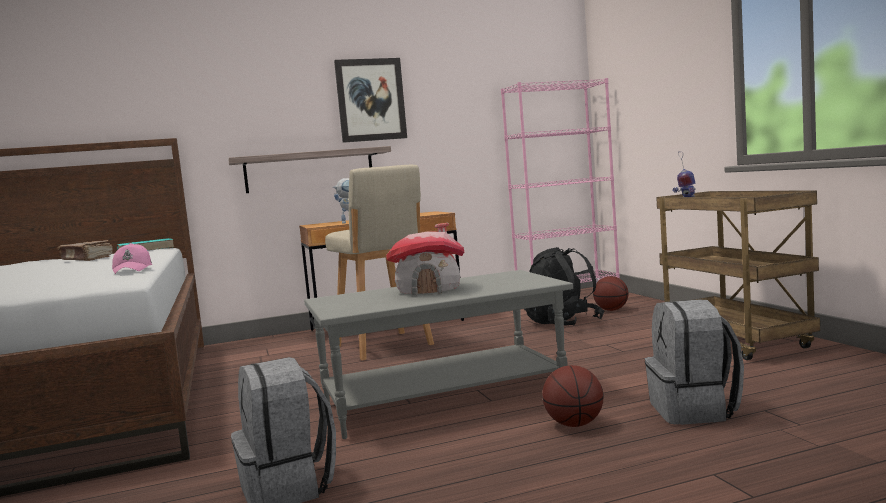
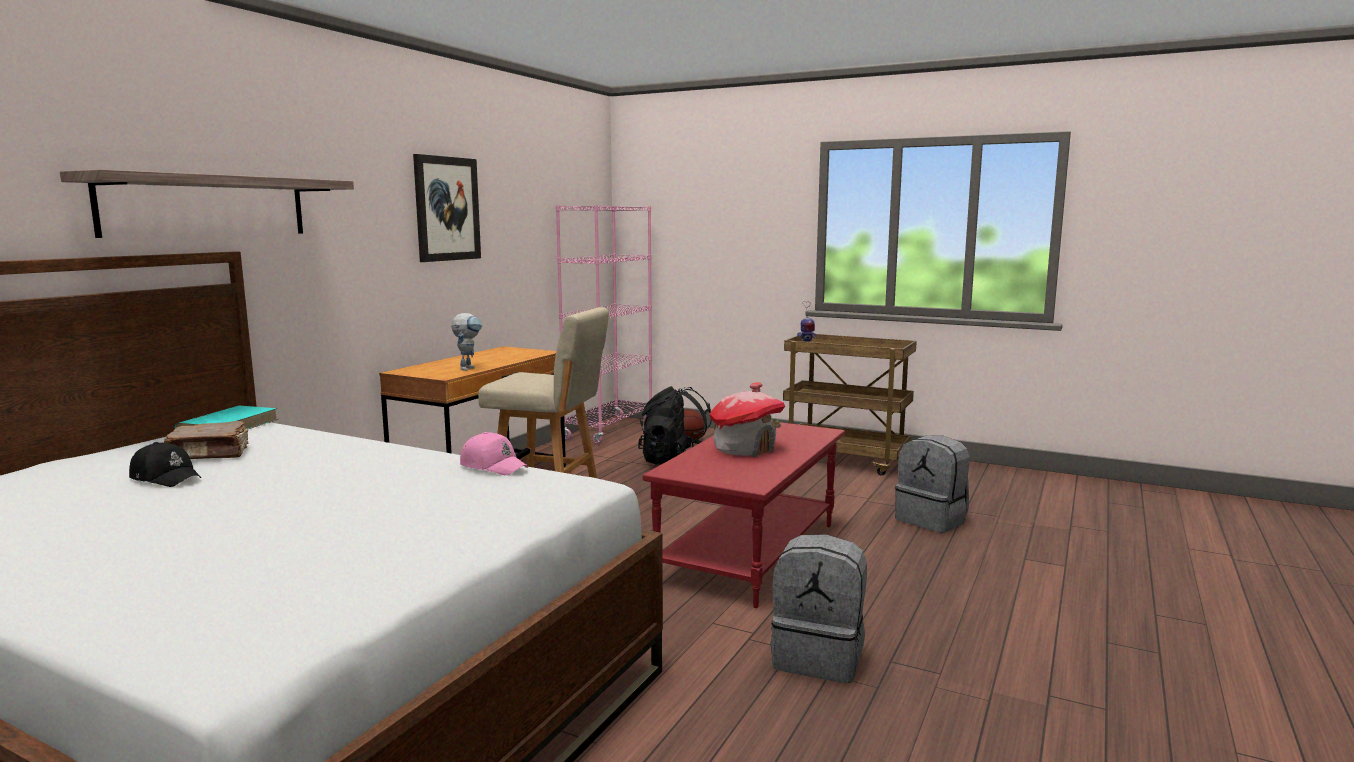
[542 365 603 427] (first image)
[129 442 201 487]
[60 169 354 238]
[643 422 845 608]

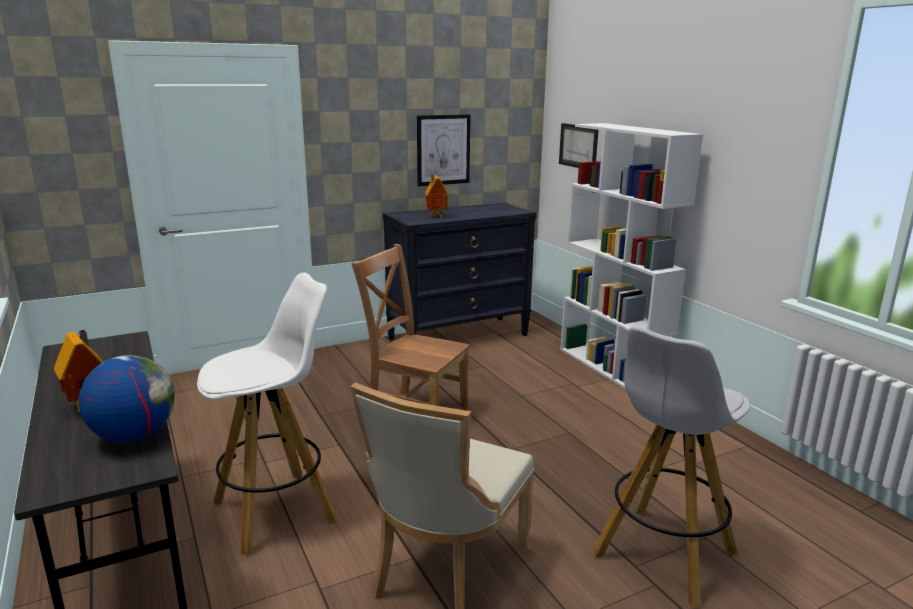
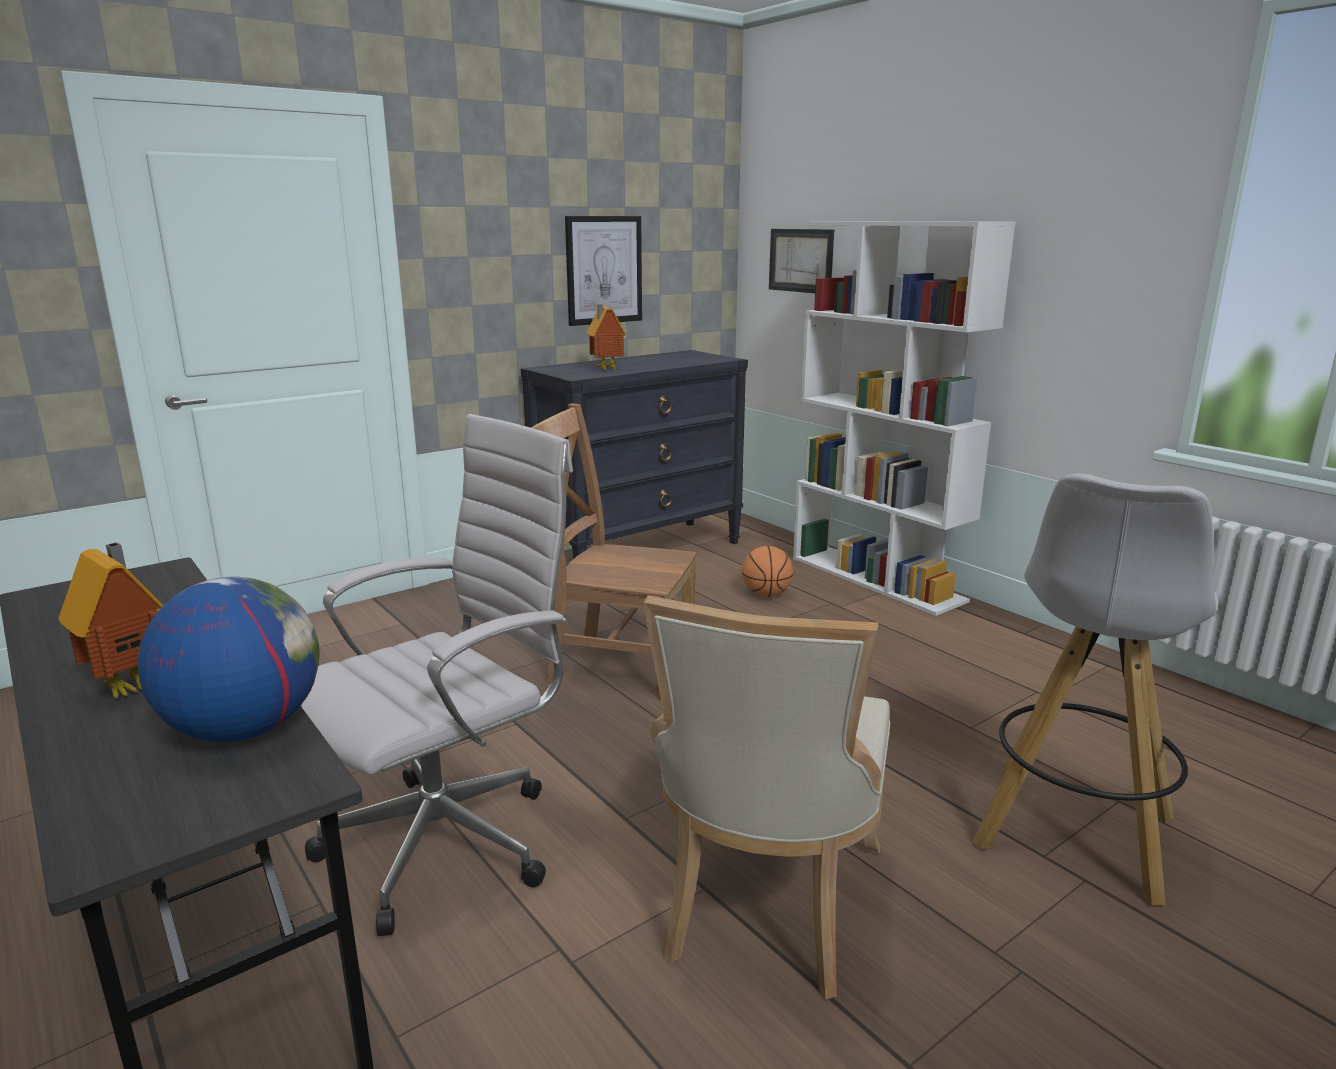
[742 545 794 597]
[301 414 573 936]

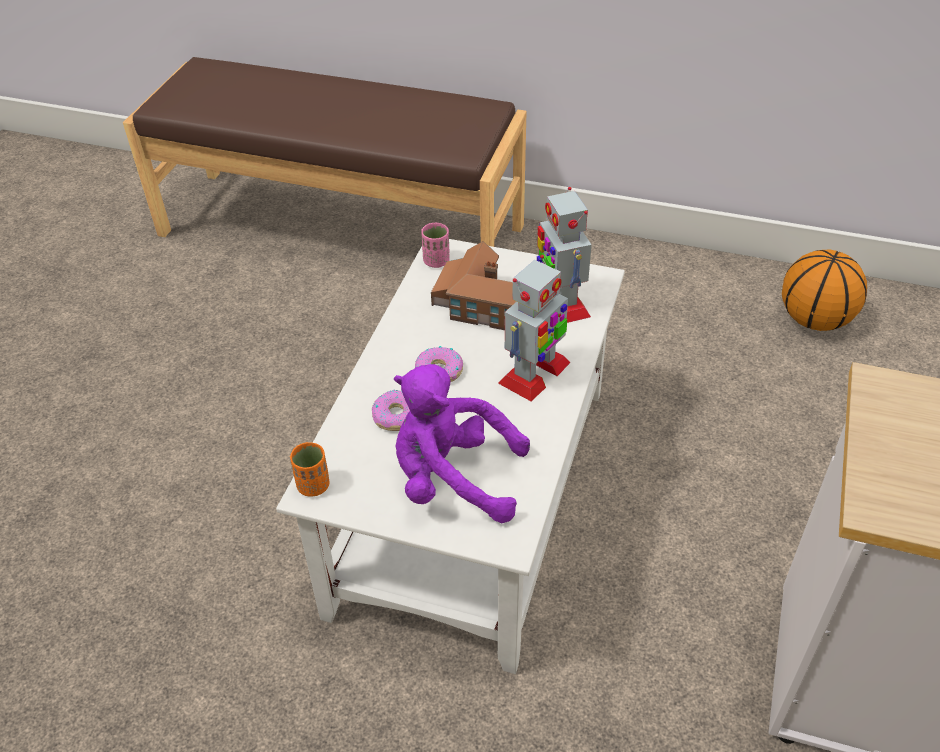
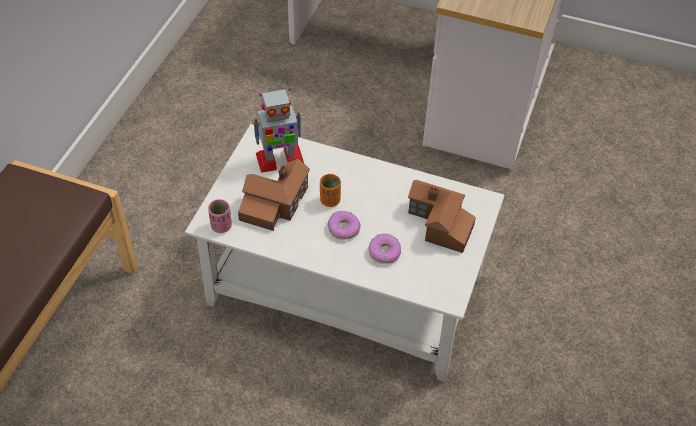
[498 255 570 401] (first image)
[782 250 867 331] (first image)
[320 174 341 207]
[408 180 476 253]

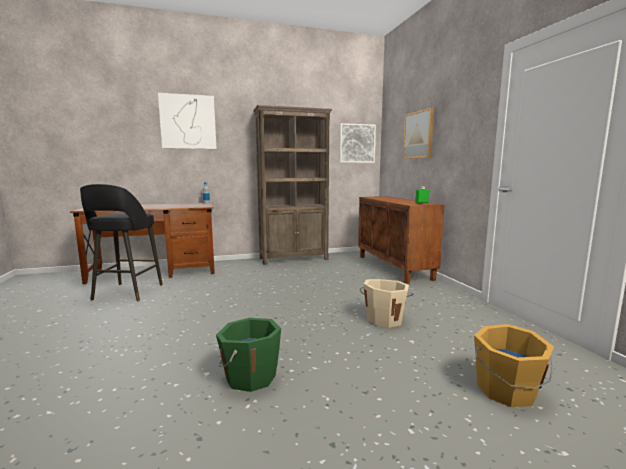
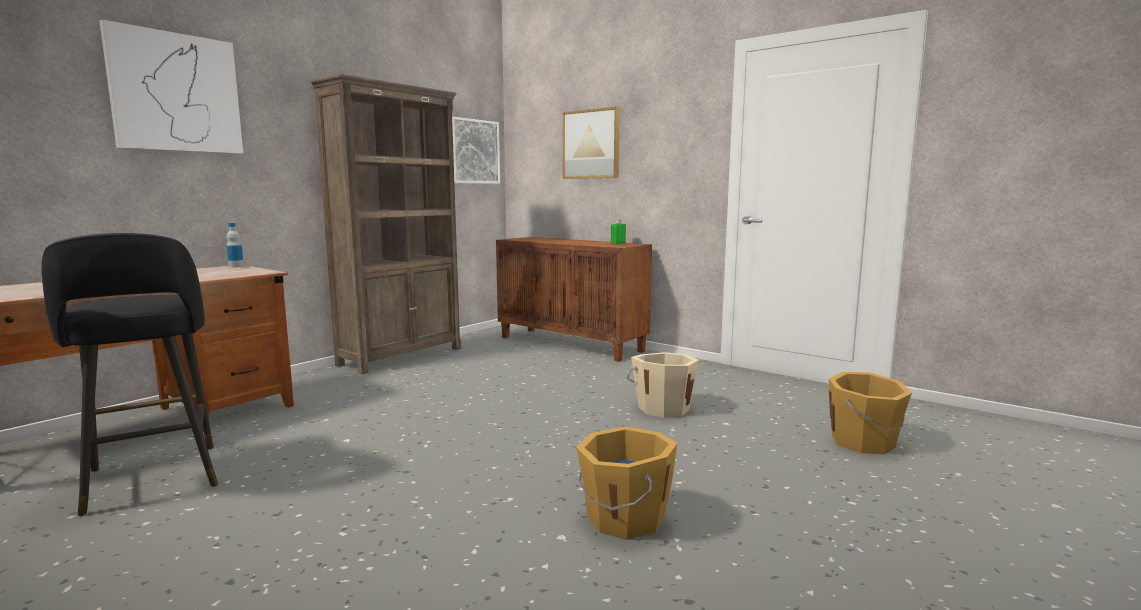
[576 427 678 540]

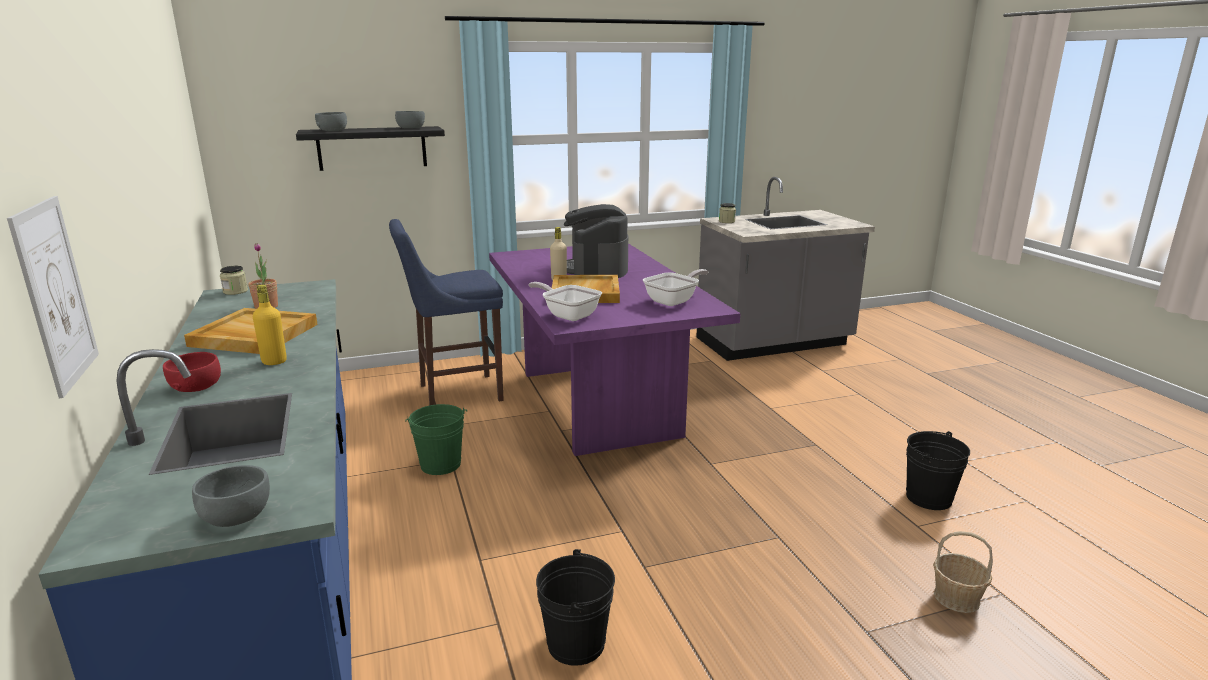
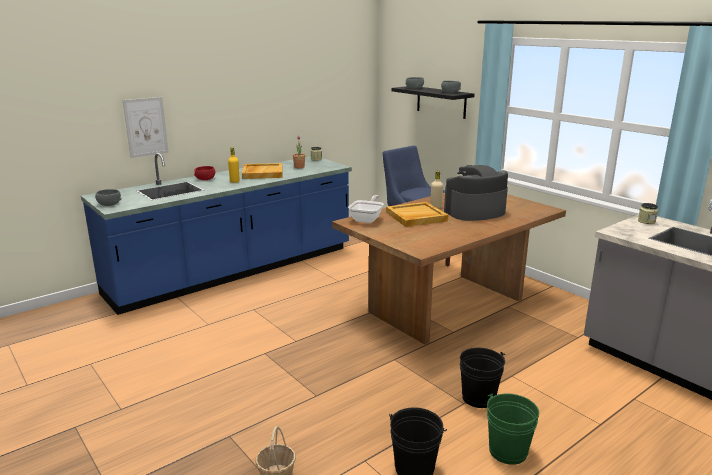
[643 269 709 306] (first image)
[487 393 539 465]
[460 348 505 408]
[332 193 566 345]

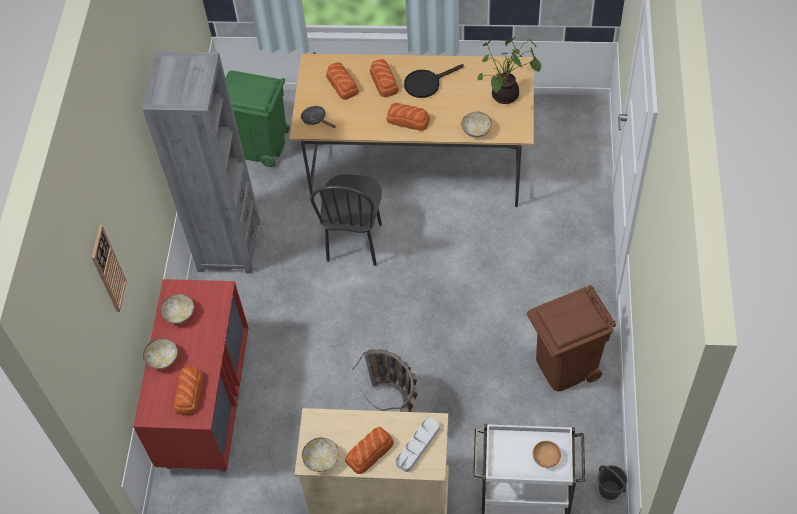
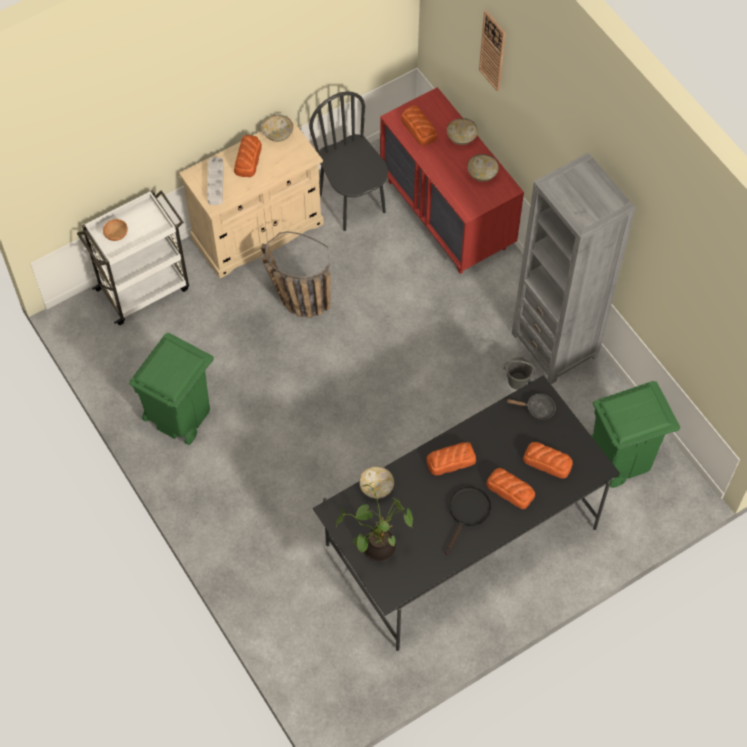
[309 91 388 231]
[504 357 536 390]
[313 375 620 651]
[129 333 214 445]

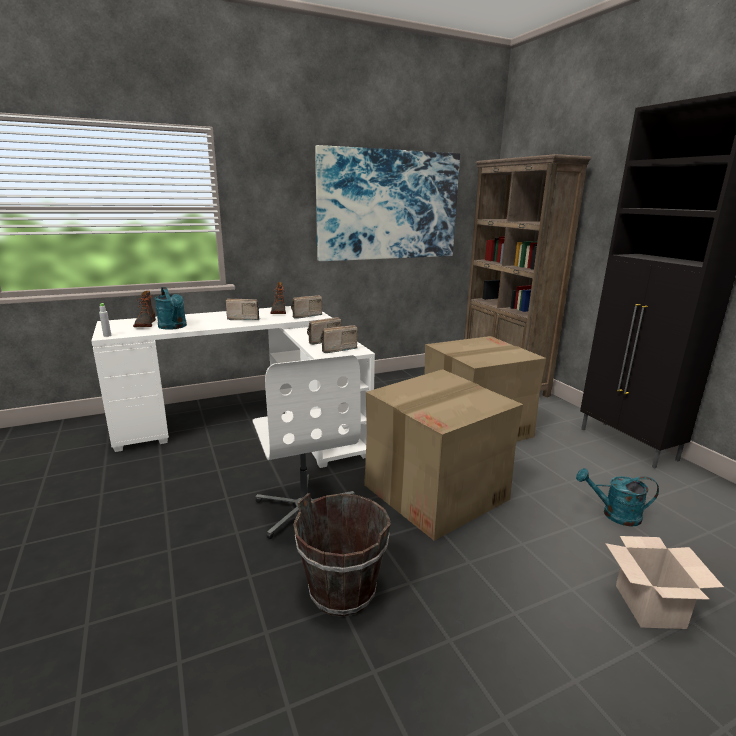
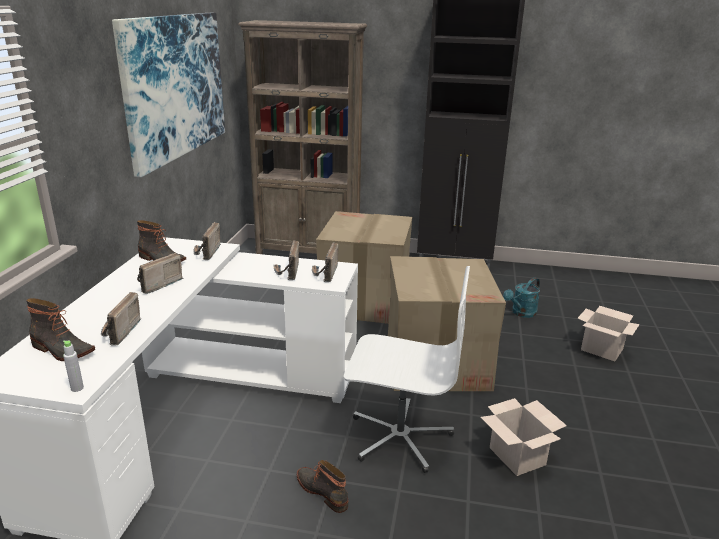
[297 460 348 513]
[101 292 141 346]
[481 398 567 476]

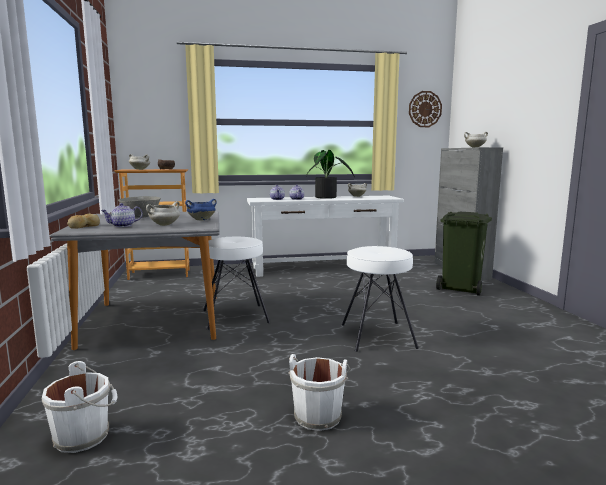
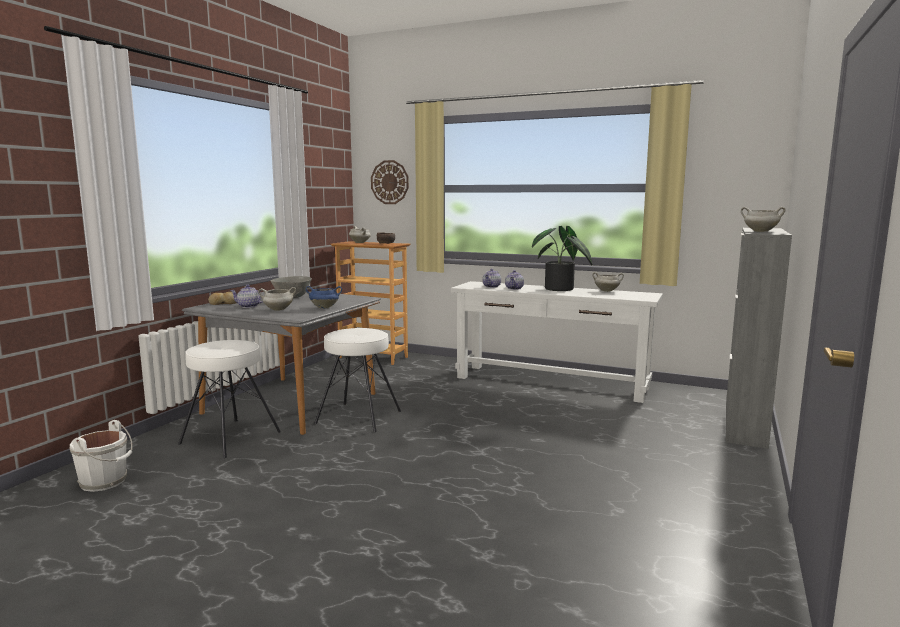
[288 354 350 431] (first image)
[436 212 492 296] (first image)
[178 340 281 458]
[371 160 409 204]

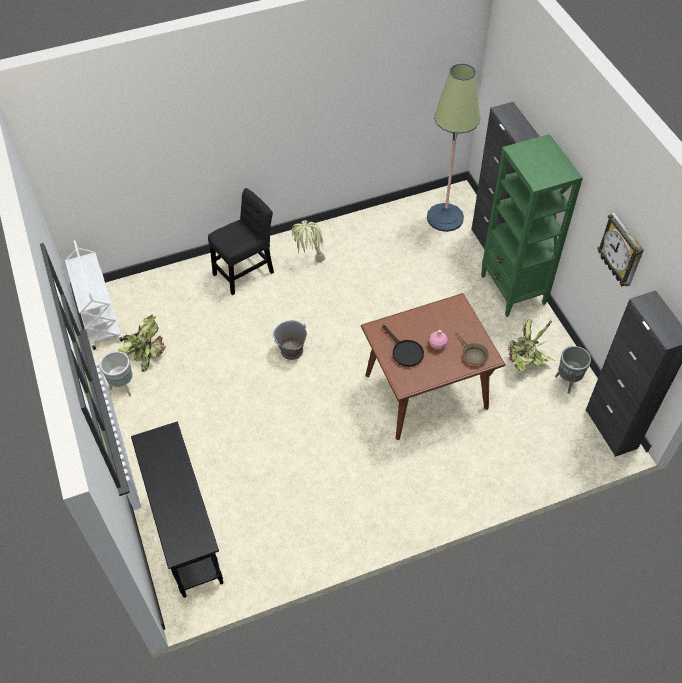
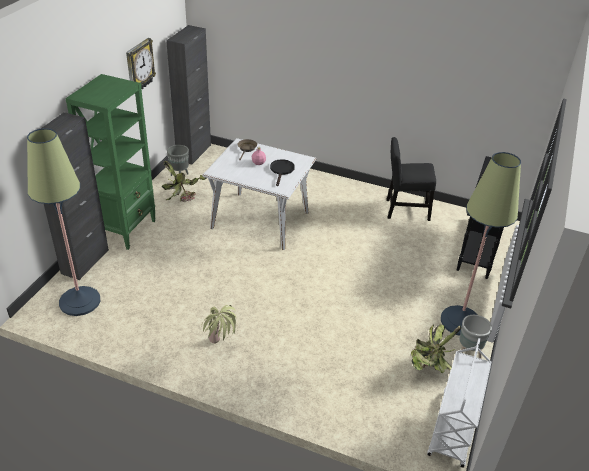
[273 320 307 360] (first image)
[441 152 521 336]
[386 137 436 221]
[202 138 316 250]

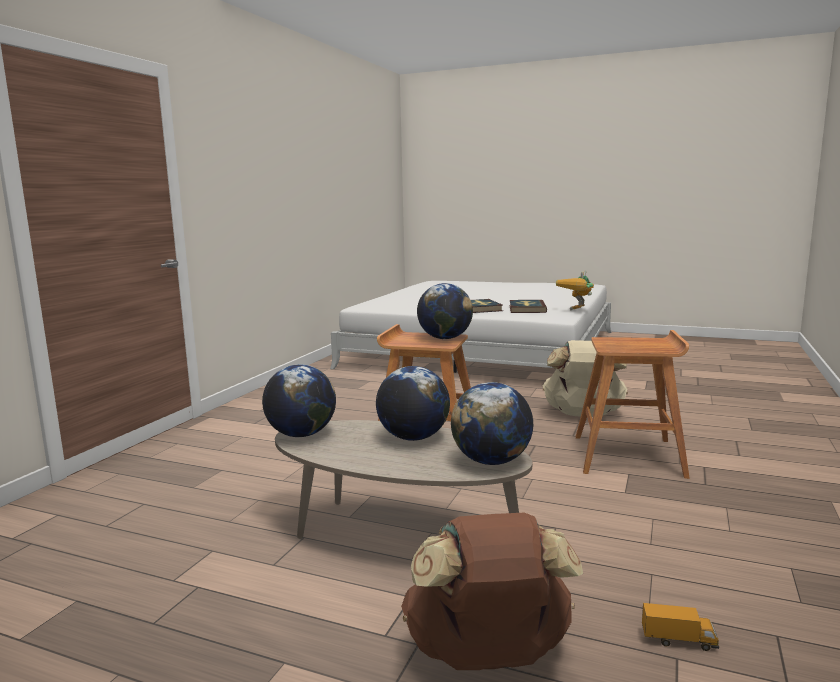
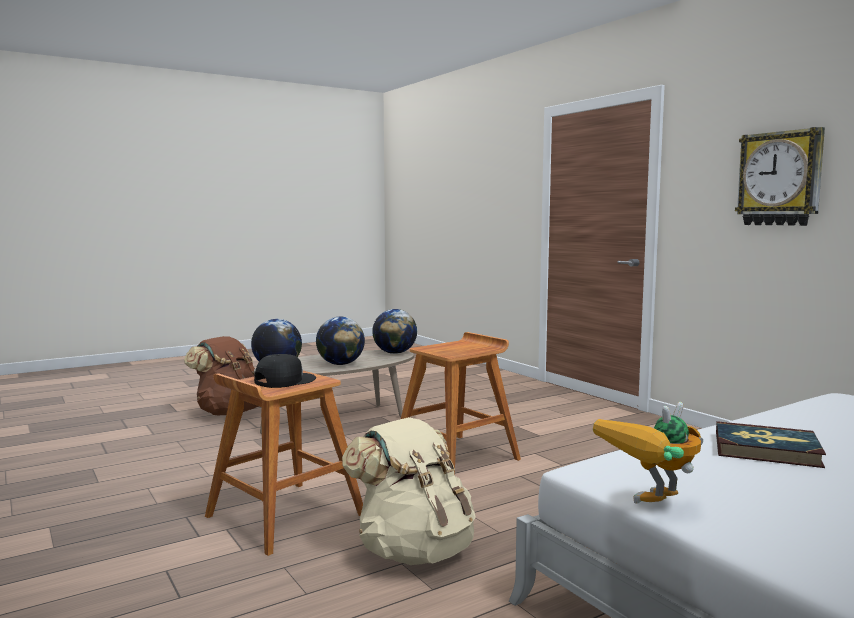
[417 283 473 339] (first image)
[509 300 547 313] (first image)
[642 603 719 651] (first image)
[254 354 316 388]
[735 127 825 226]
[593 402 703 504]

